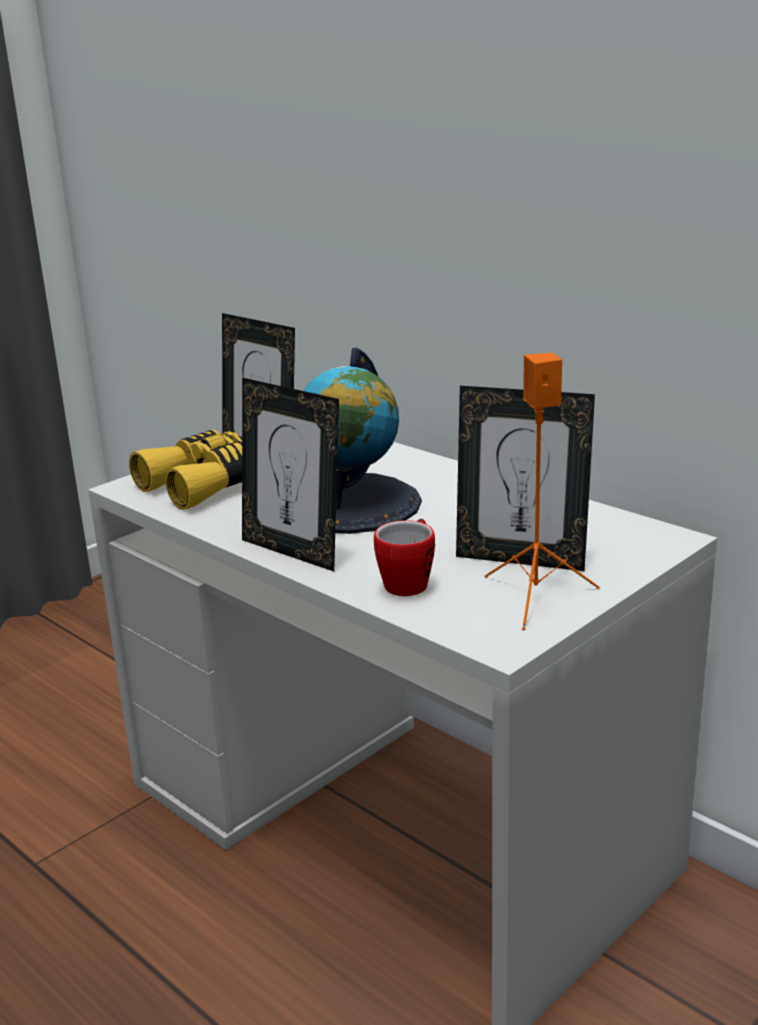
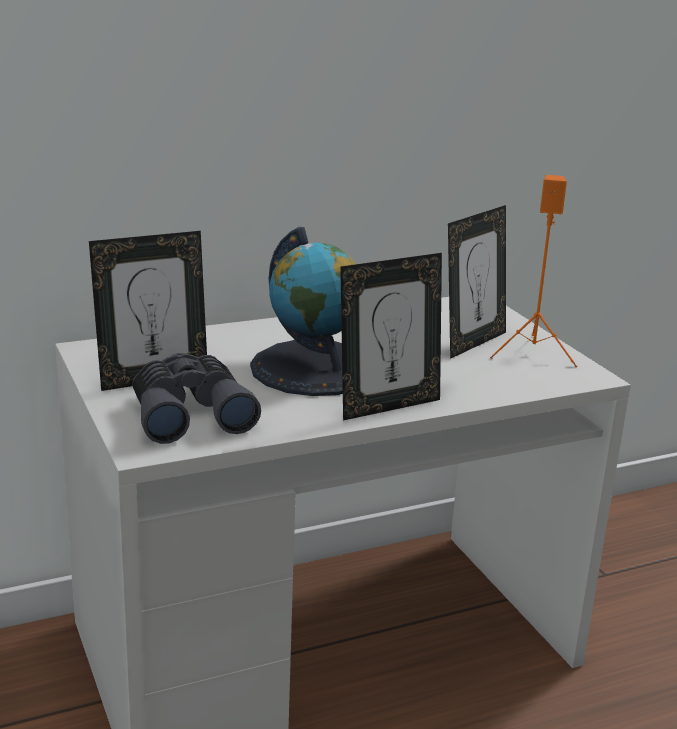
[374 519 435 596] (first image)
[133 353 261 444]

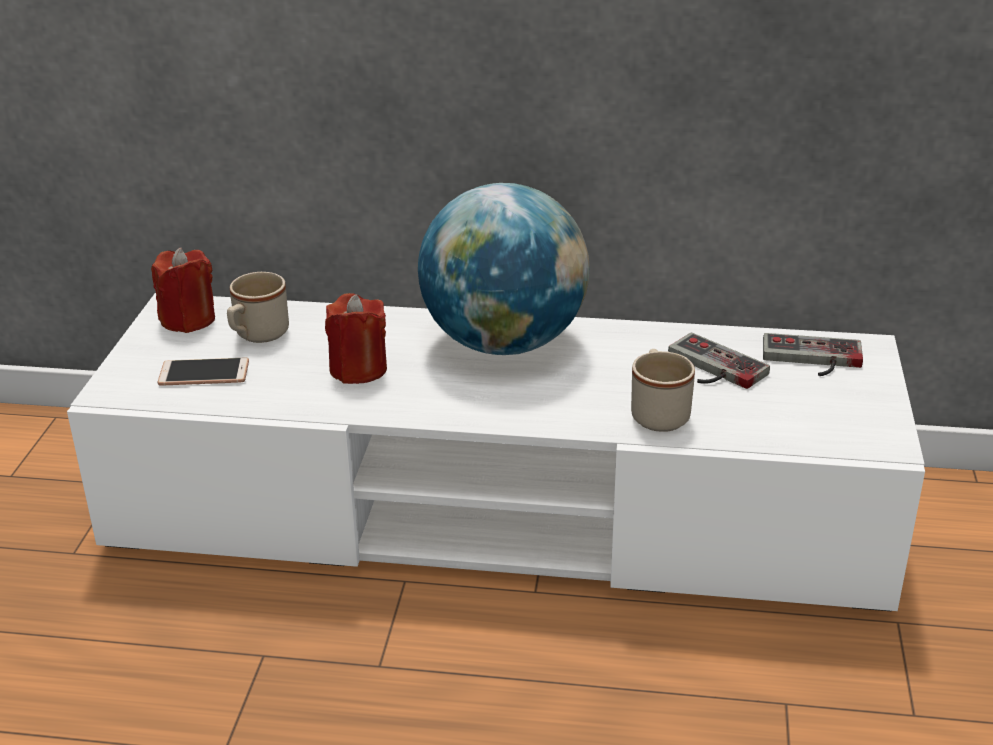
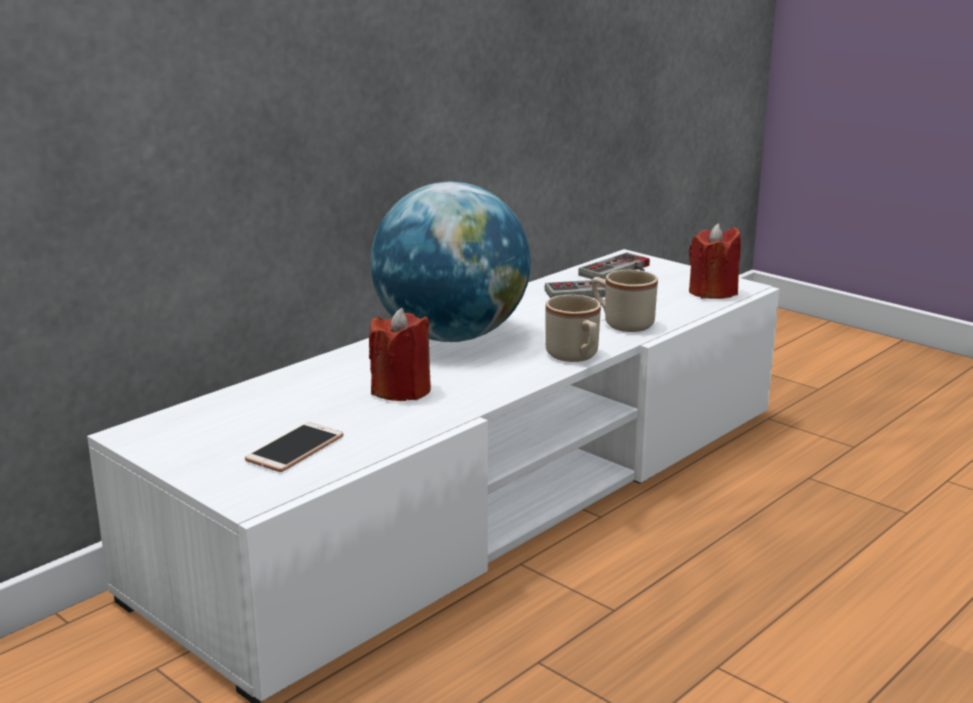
[689 224 741 299]
[545 295 601 362]

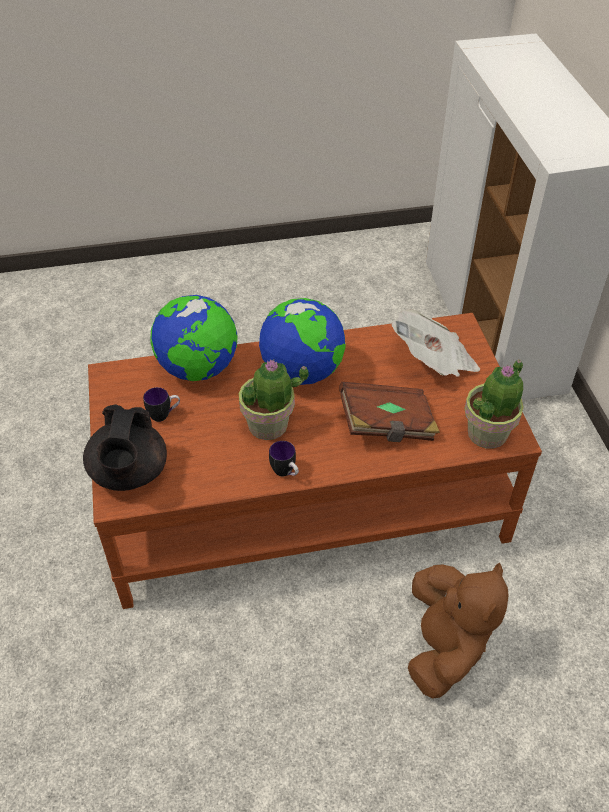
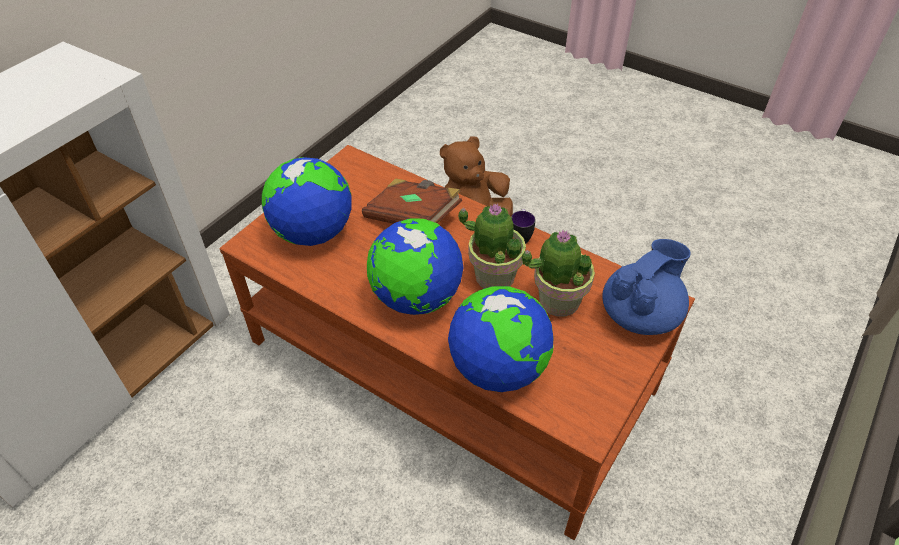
[143 387 180 422] (first image)
[522 231 595 316]
[262 157 352 246]
[602 239 691 335]

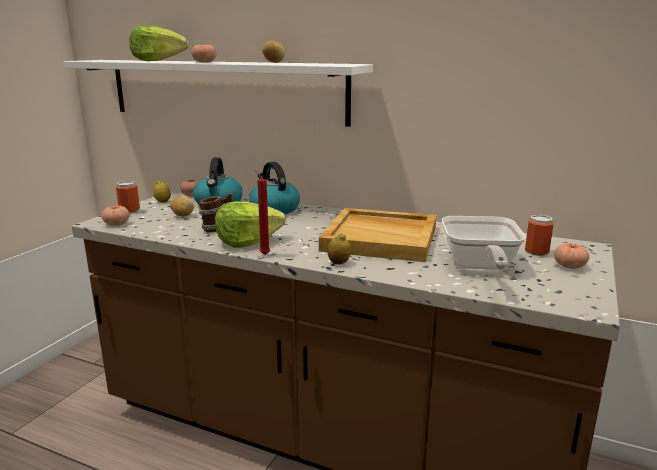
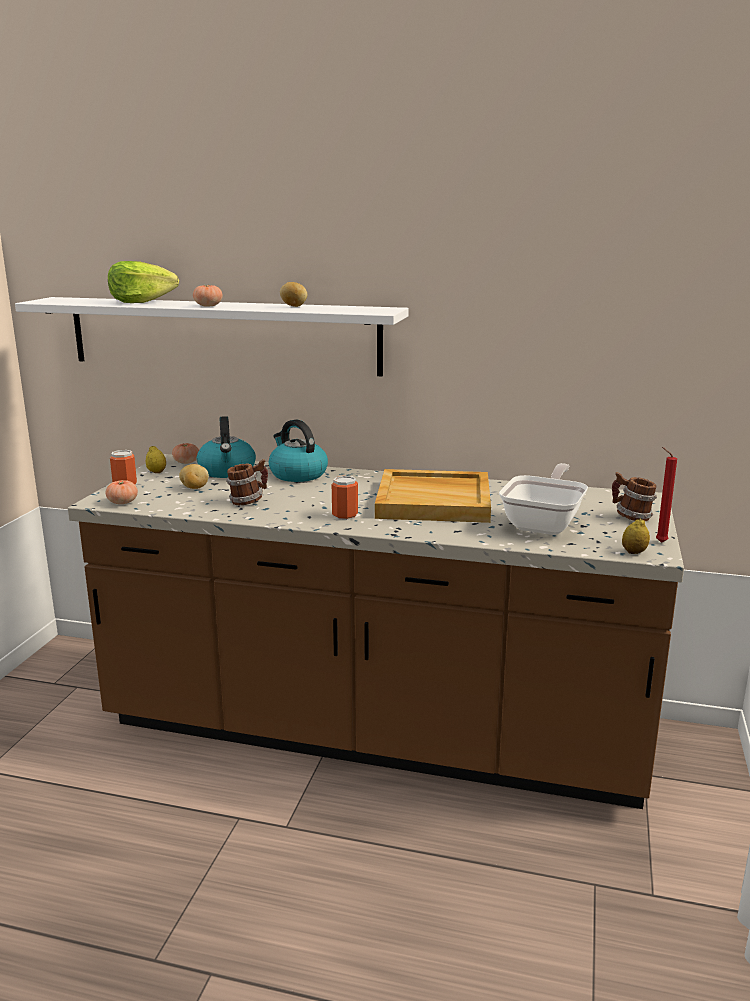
[215 201 285 248] (first image)
[656 447 677 543]
[622 518 650 554]
[332 476 358 520]
[612 472 657 521]
[499 463 588 535]

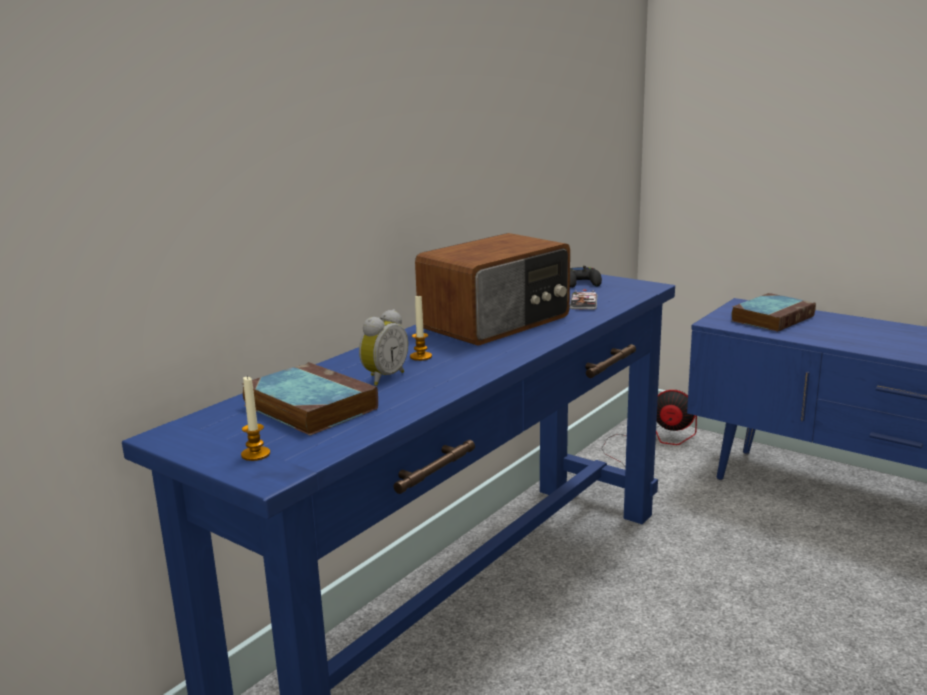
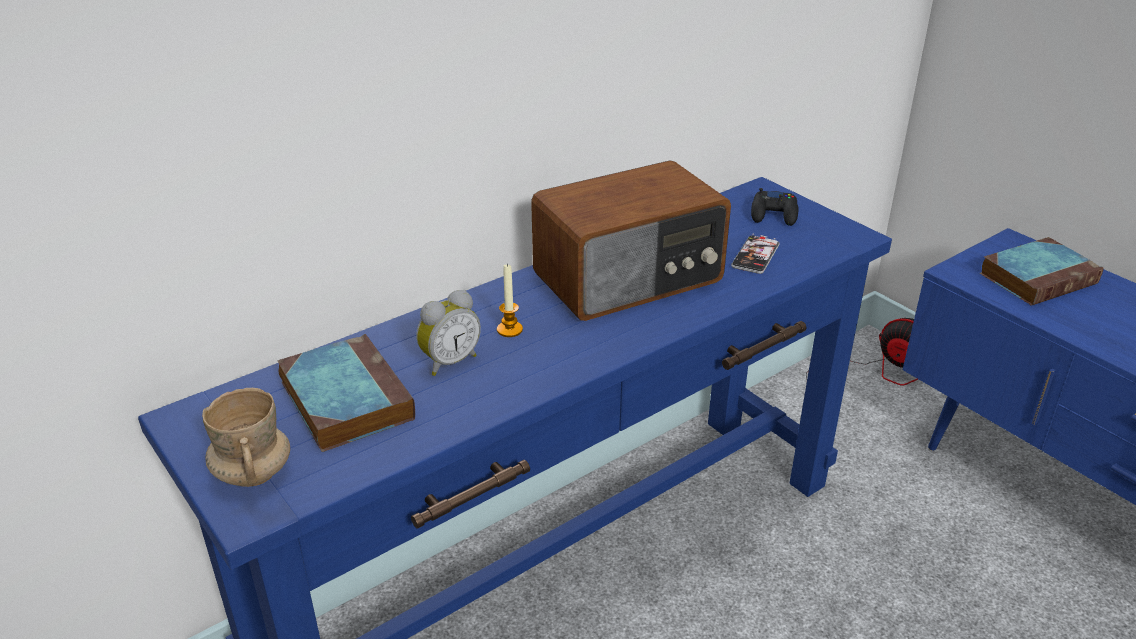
[202 388 290 487]

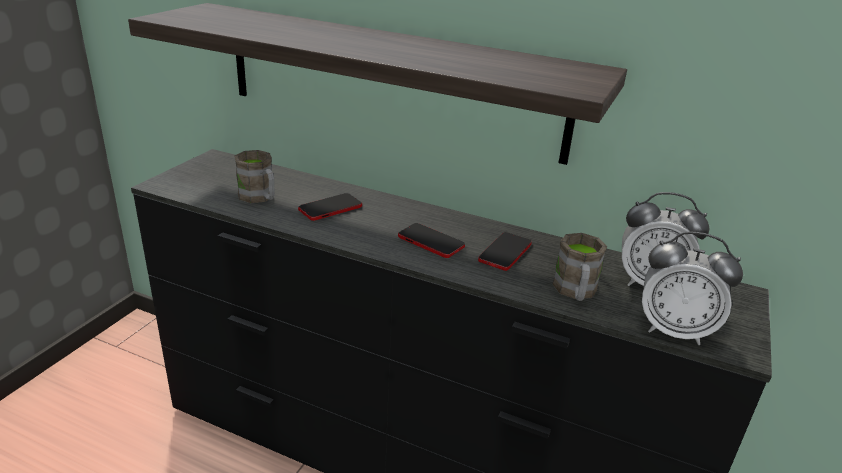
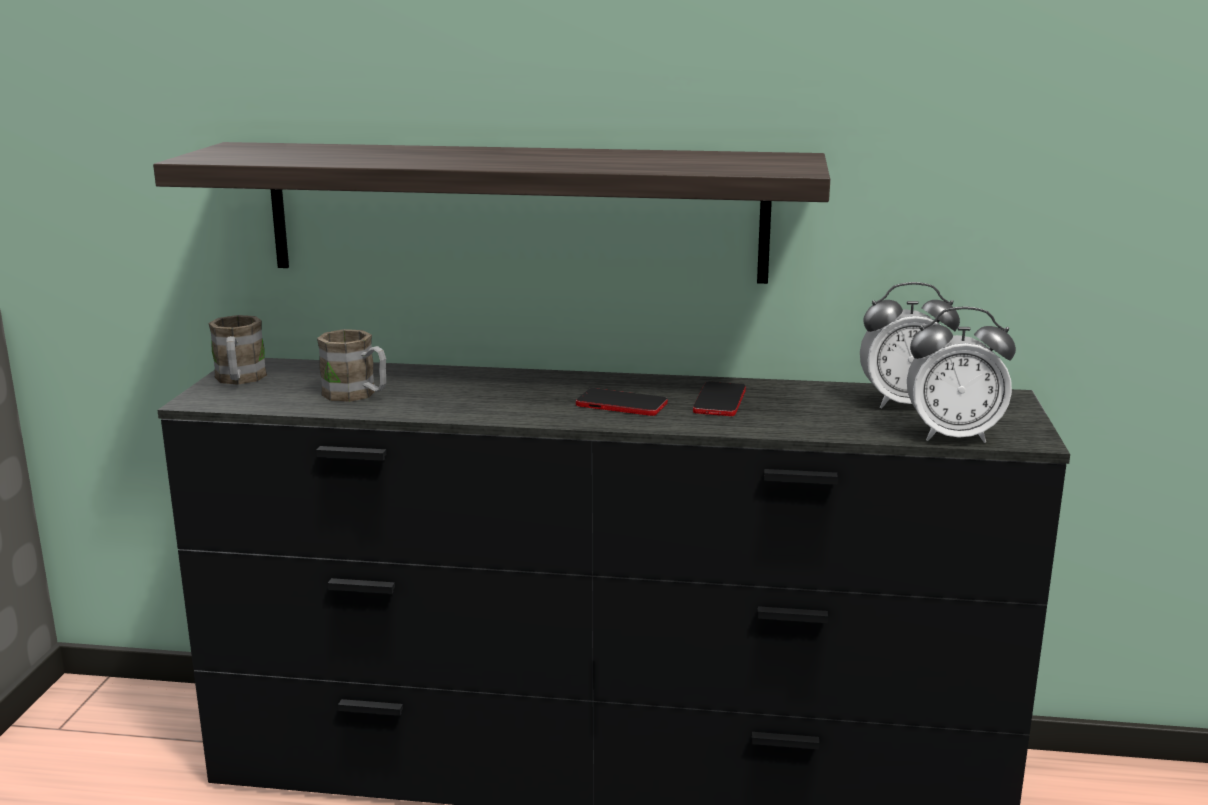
[298 193 362 221] (first image)
[209 315 267 385]

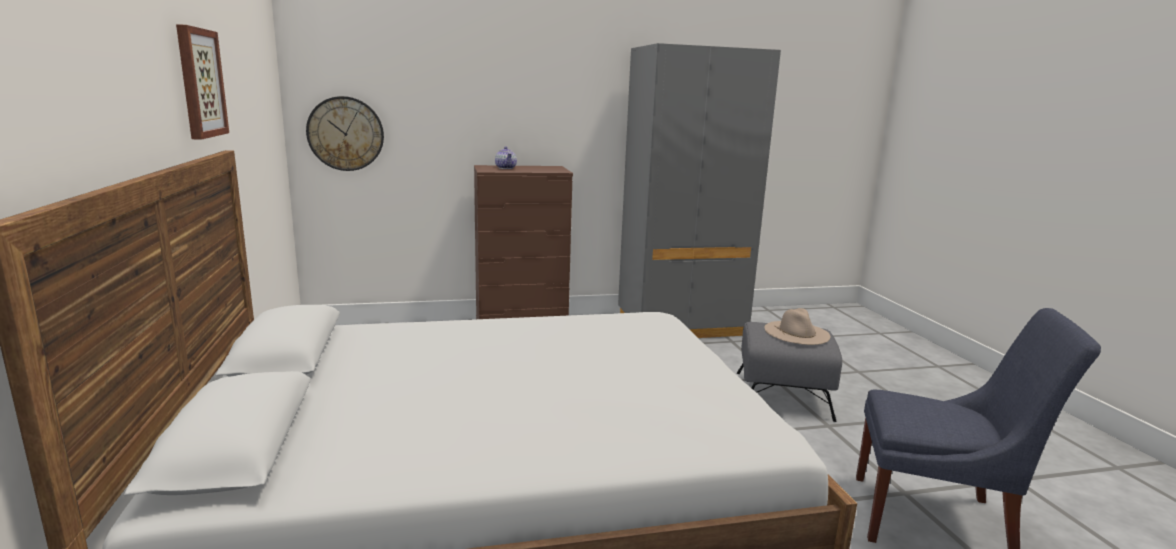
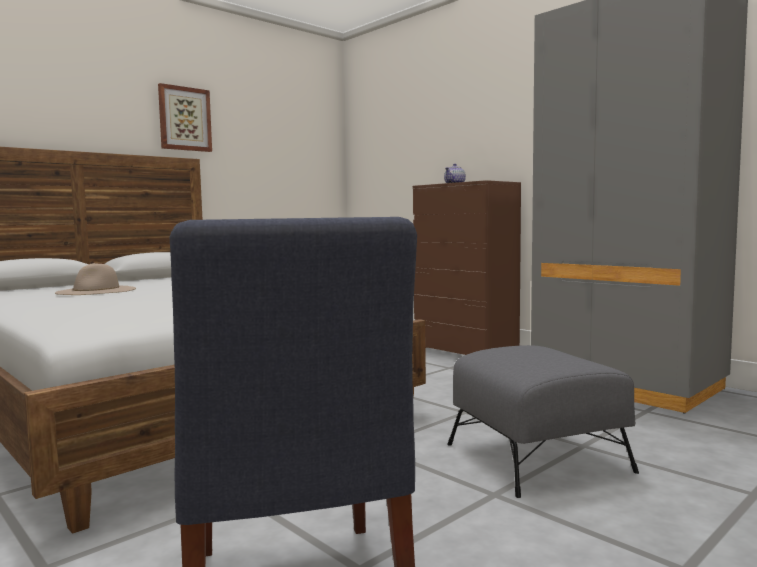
[306 96 384 171] (first image)
[55 263 136 295]

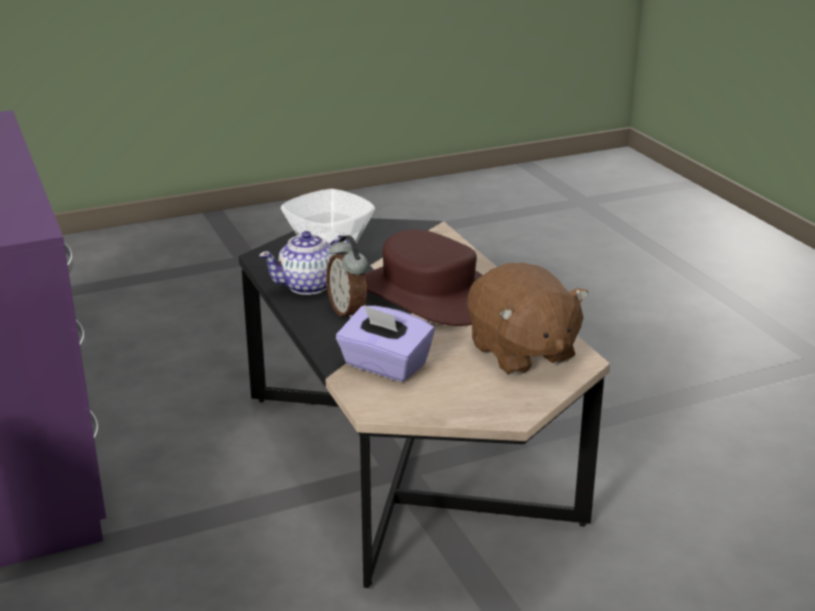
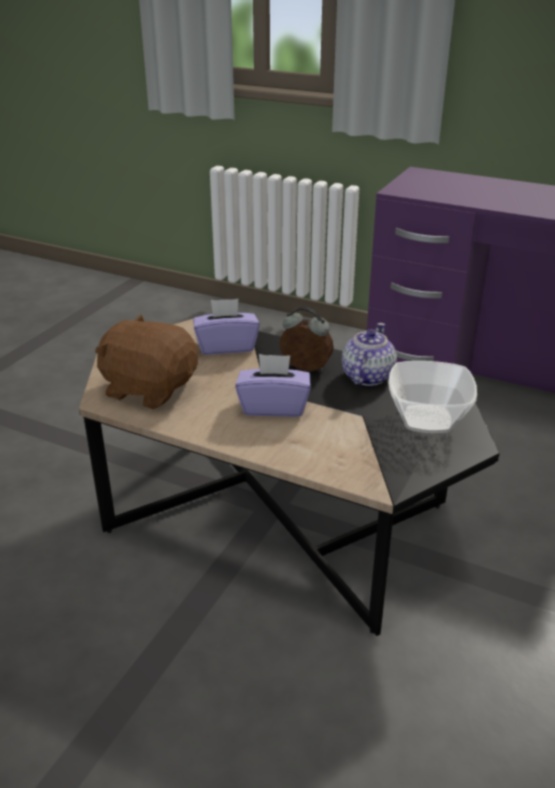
[235 354 311 417]

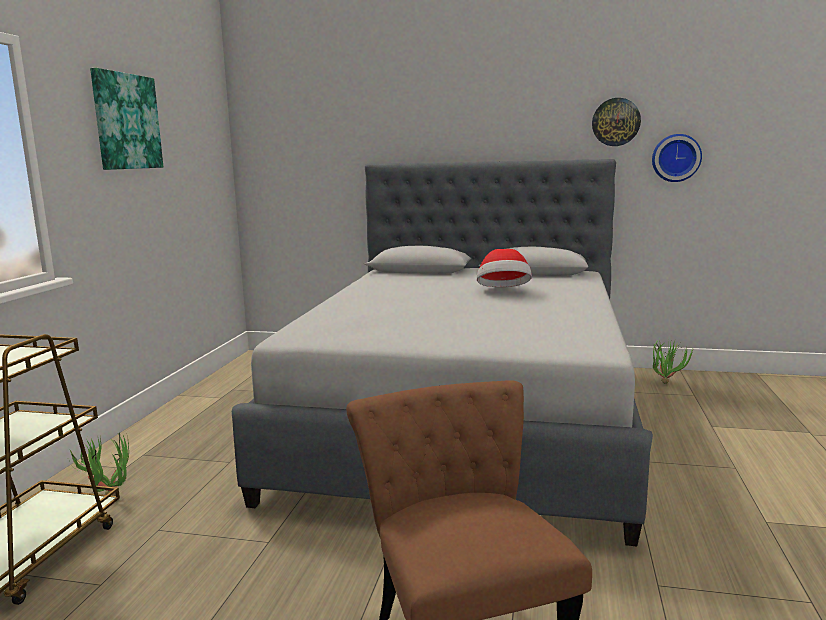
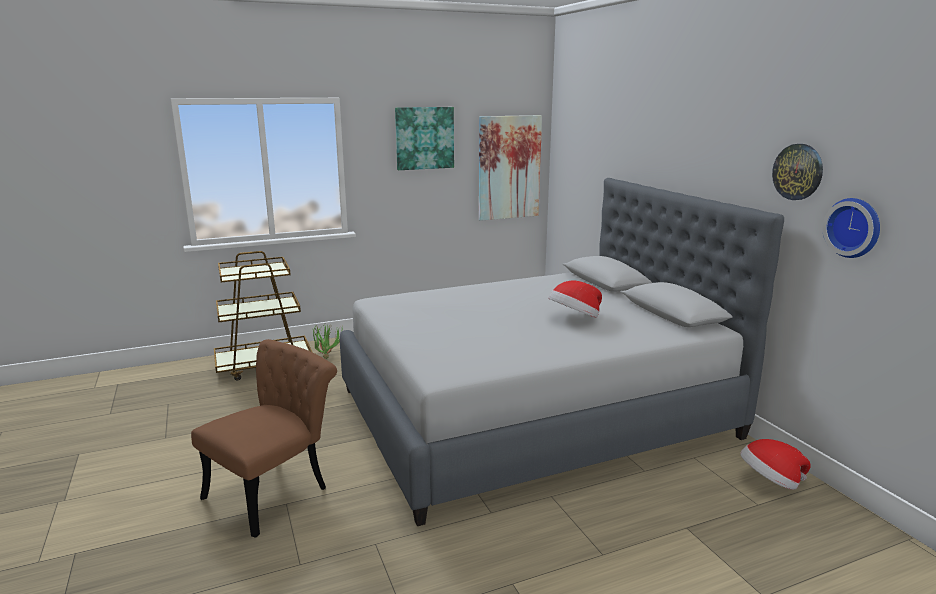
[479 115 542 221]
[741 439 811 490]

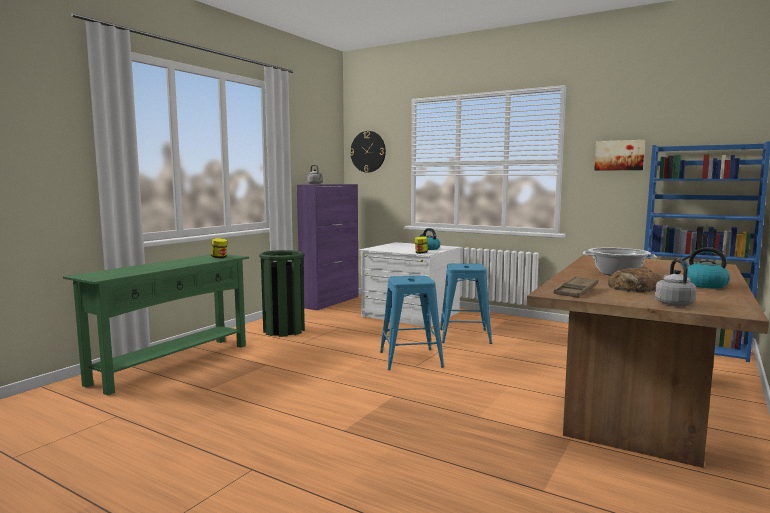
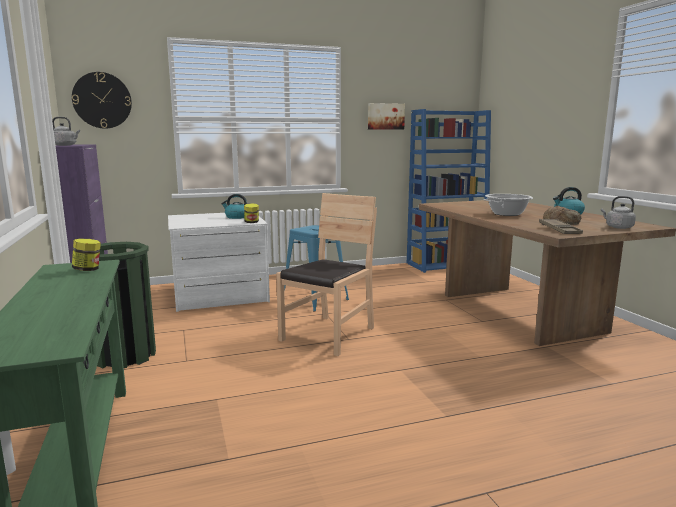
[276 193 377 356]

